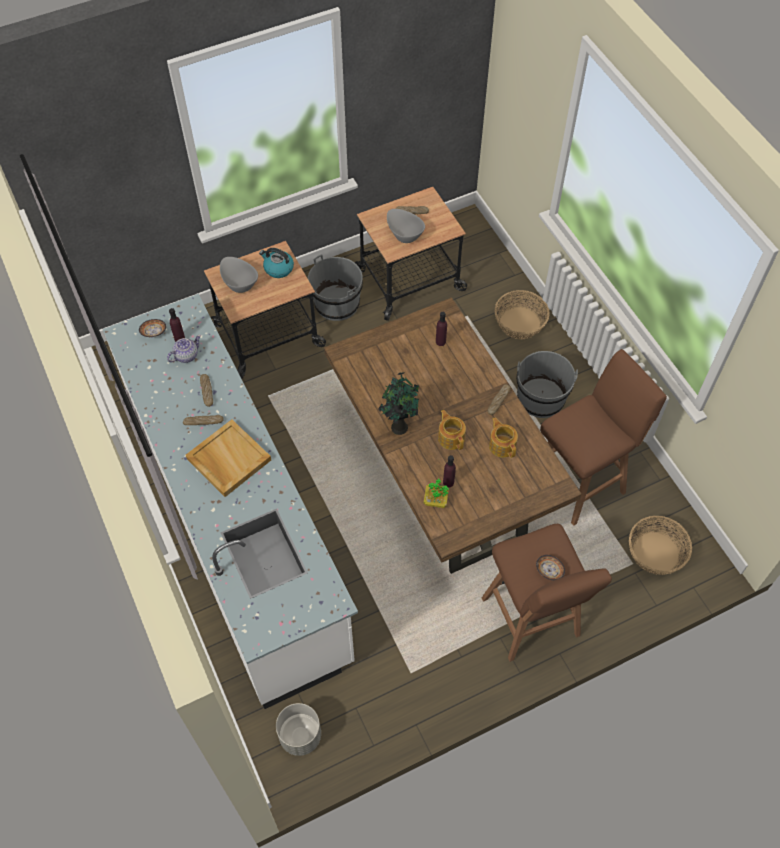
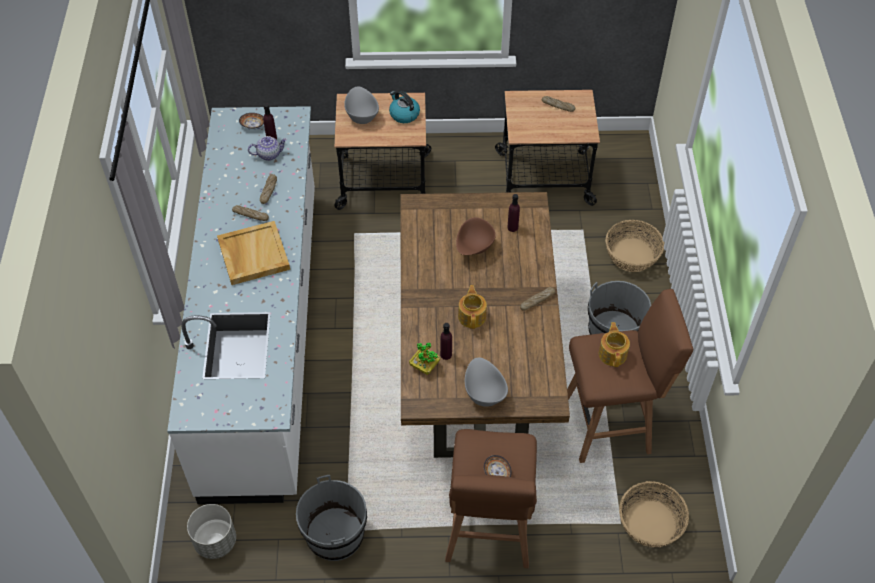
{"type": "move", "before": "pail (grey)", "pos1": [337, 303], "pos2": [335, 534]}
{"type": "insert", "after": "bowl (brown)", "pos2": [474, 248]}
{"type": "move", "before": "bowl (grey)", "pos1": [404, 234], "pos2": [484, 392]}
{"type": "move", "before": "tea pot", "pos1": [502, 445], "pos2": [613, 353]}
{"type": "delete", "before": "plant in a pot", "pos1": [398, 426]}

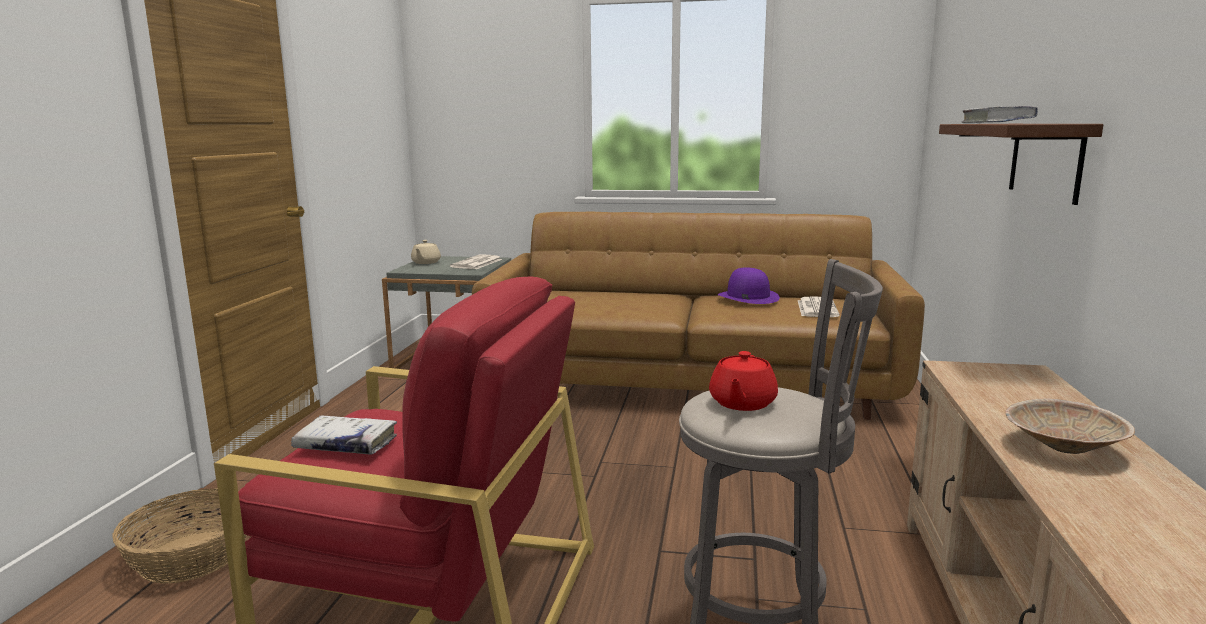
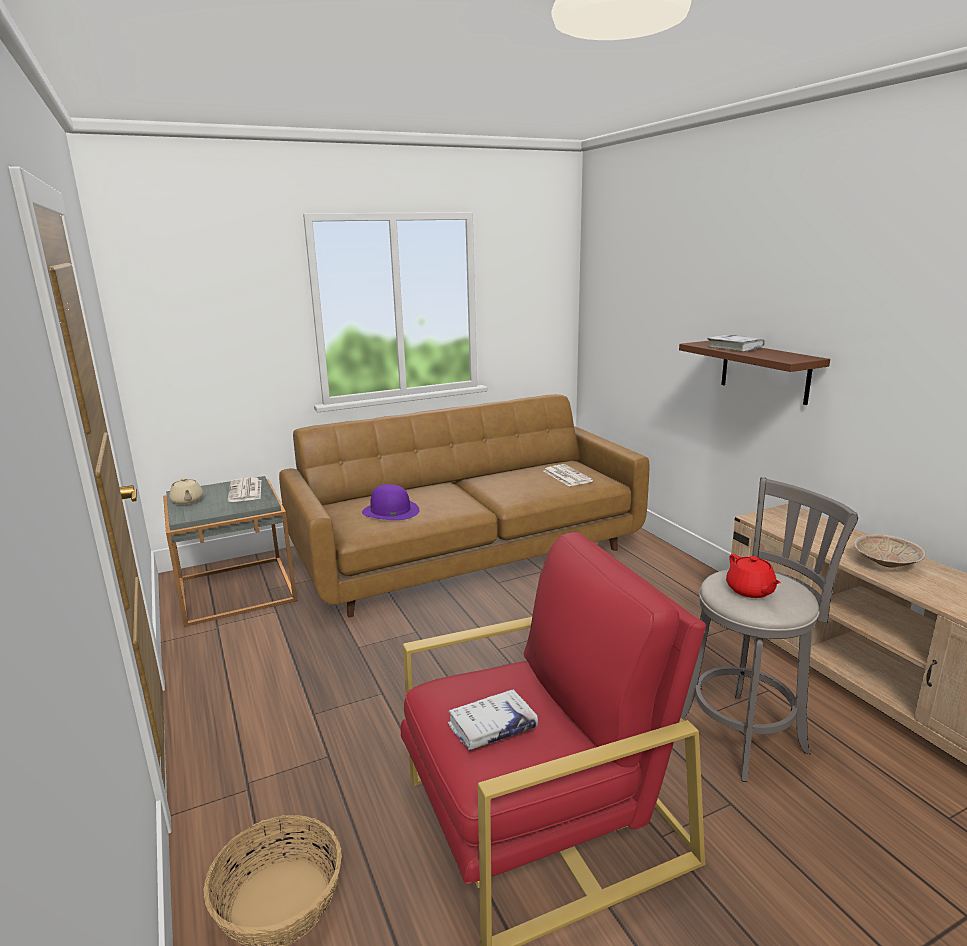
{"type": "move", "before": "hat (purple-coloured)", "pos1": [747, 297], "pos2": [390, 511]}

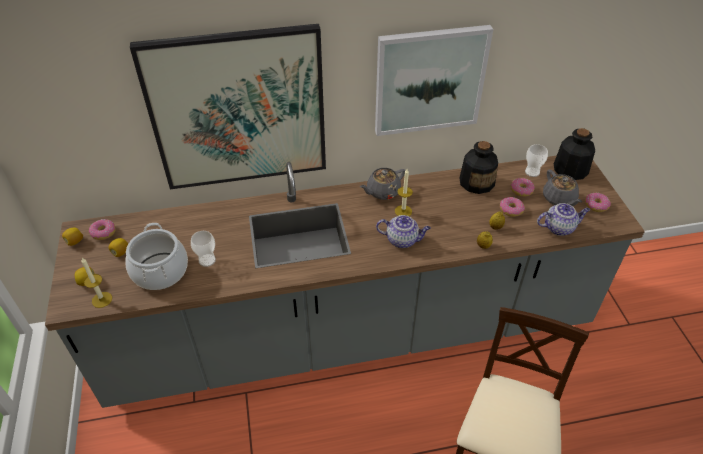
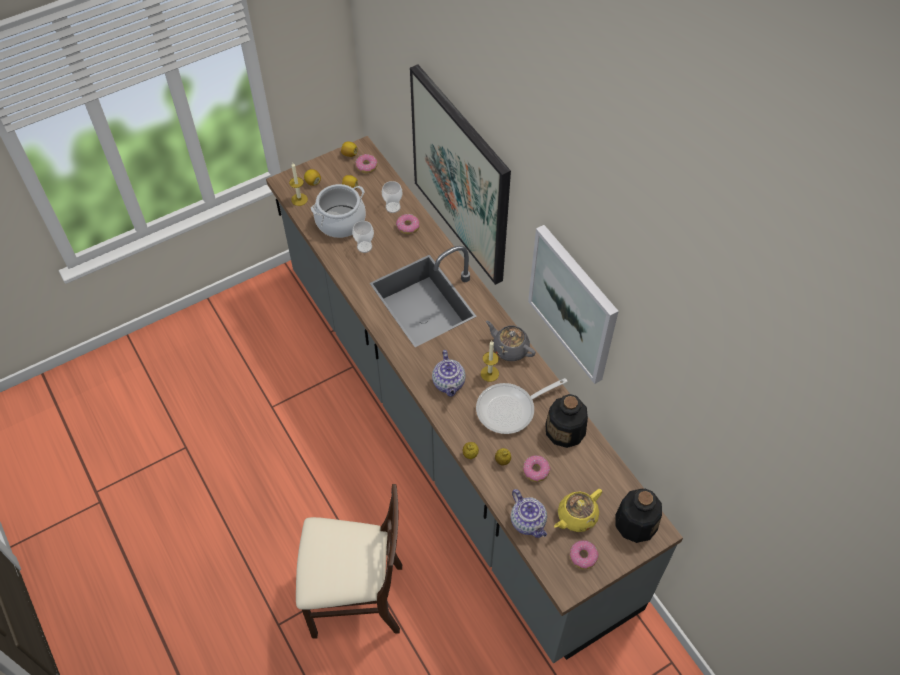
{"type": "move", "before": "cup", "pos1": [532, 172], "pos2": [393, 207]}
{"type": "move", "before": "doughnut", "pos1": [521, 190], "pos2": [408, 227]}
{"type": "insert", "after": "frying pan", "pos2": [511, 409]}
{"type": "recolor", "before": "tea pot (grey)", "after": "tea pot (yellow)", "pos1": [559, 199], "pos2": [576, 516]}

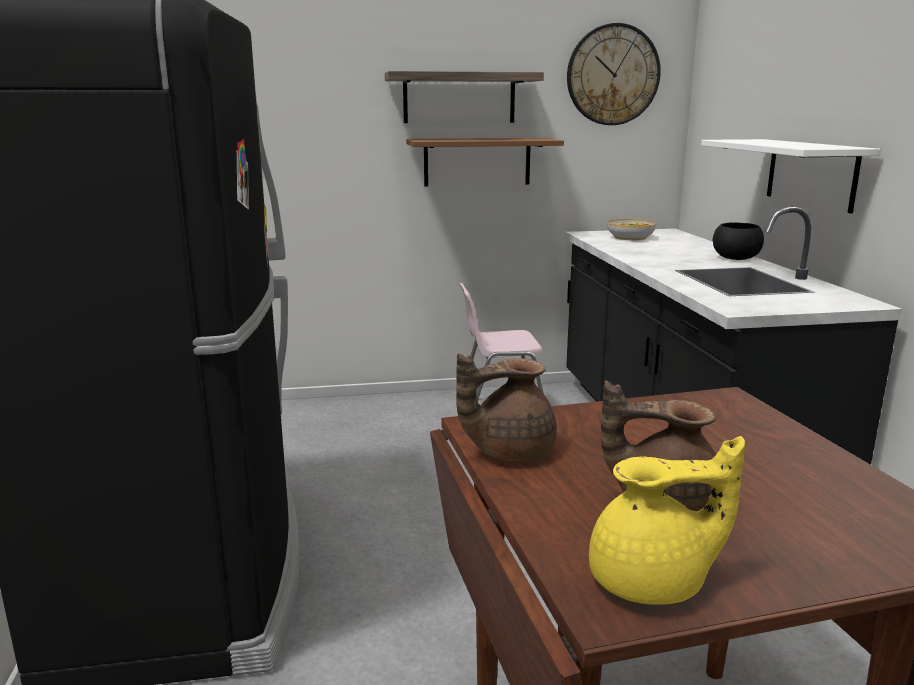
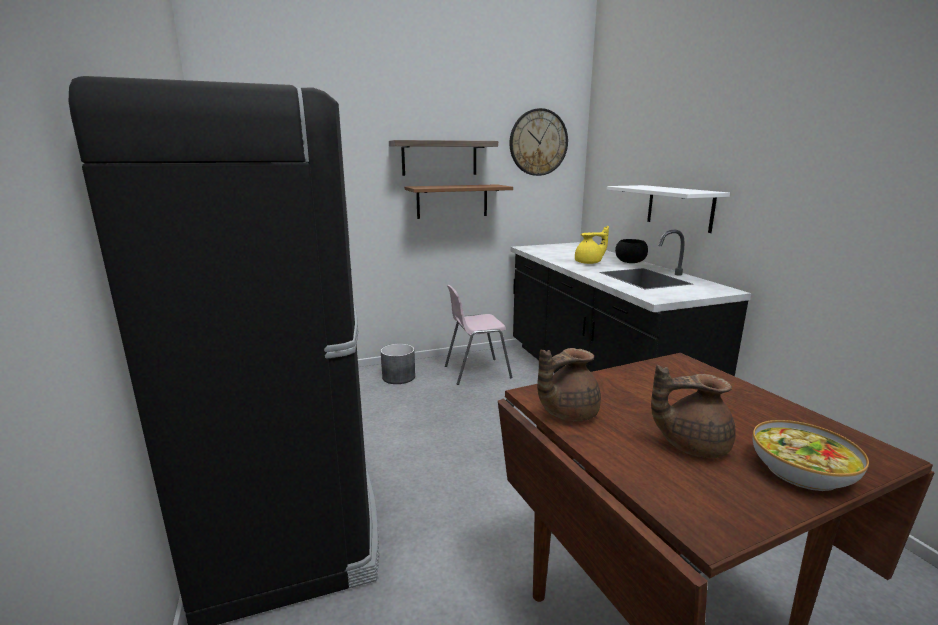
{"type": "insert", "after": "planter (grey)", "pos2": [398, 377]}
{"type": "move", "before": "tea pot (yellow)", "pos1": [653, 583], "pos2": [589, 263]}
{"type": "move", "before": "bowl", "pos1": [630, 237], "pos2": [802, 471]}

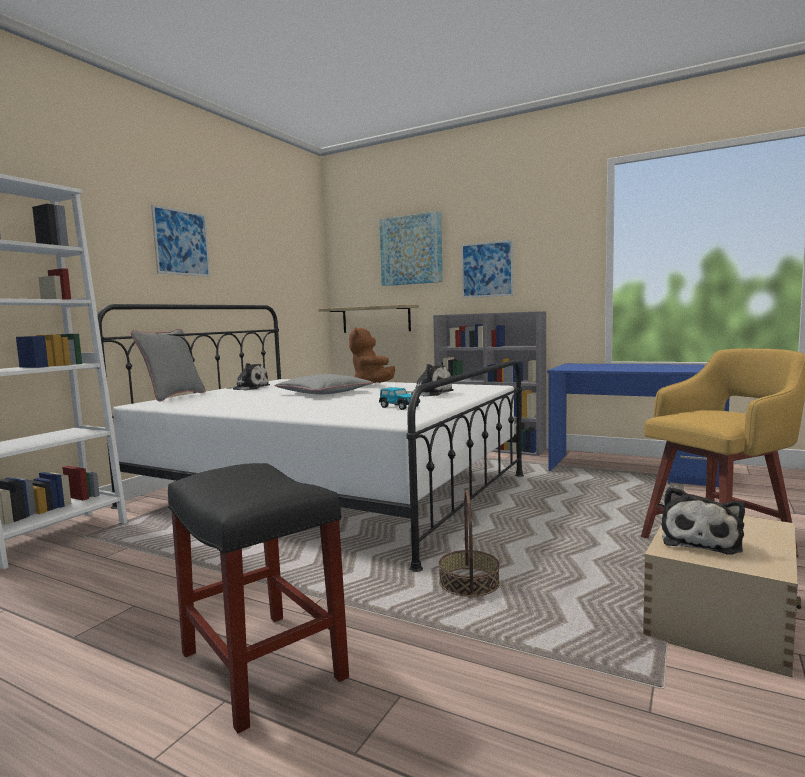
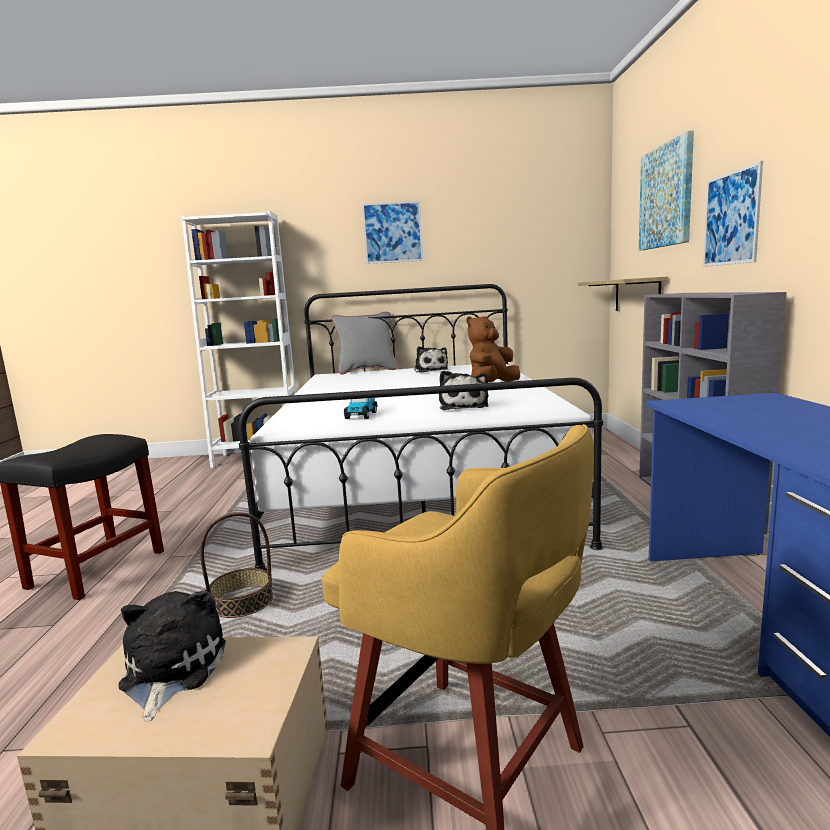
{"type": "rotate", "before": "soft toy", "pos1": [701, 540], "pos2": [170, 671], "turn": 90}
{"type": "delete", "before": "pillow (grey)", "pos1": [324, 393]}

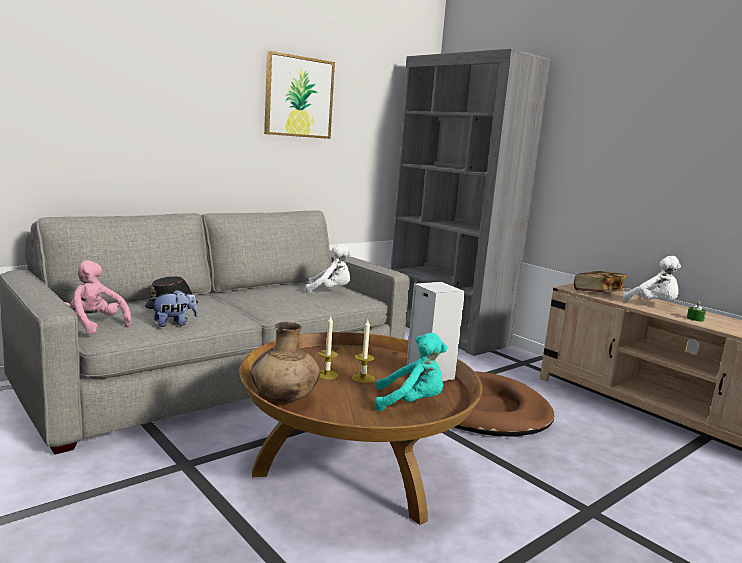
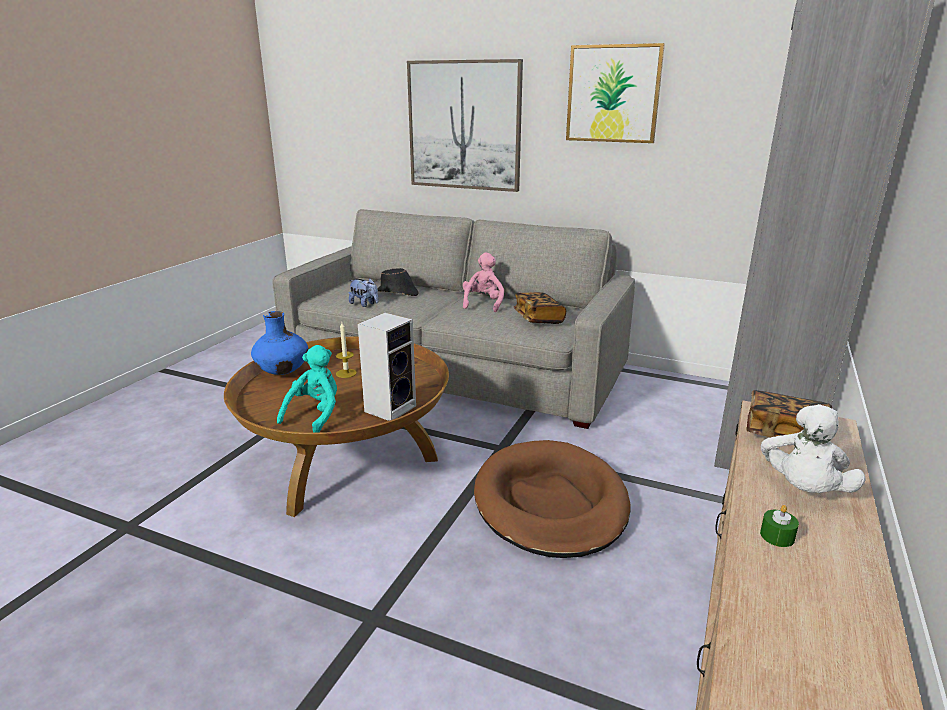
{"type": "recolor", "before": "vase (brown)", "after": "vase (bluish)", "pos1": [284, 398], "pos2": [283, 371]}
{"type": "rotate", "before": "soft toy (turquoise-coloured)", "pos1": [411, 403], "pos2": [315, 415], "turn": -135}
{"type": "insert", "after": "picture", "pos2": [464, 126]}
{"type": "move", "before": "soft toy (pinkish)", "pos1": [94, 325], "pos2": [483, 304]}
{"type": "replace", "before": "soft toy (white)", "after": "volume", "pos1": [330, 291], "pos2": [538, 318]}
{"type": "delete", "before": "candle", "pos1": [363, 378]}

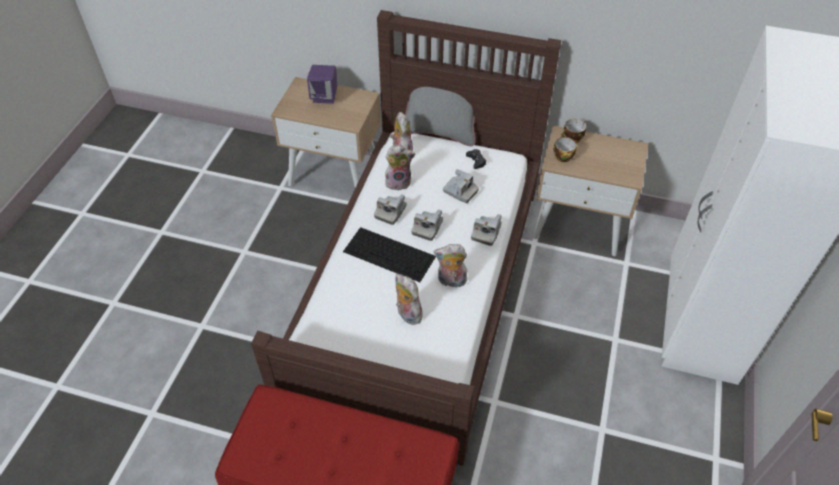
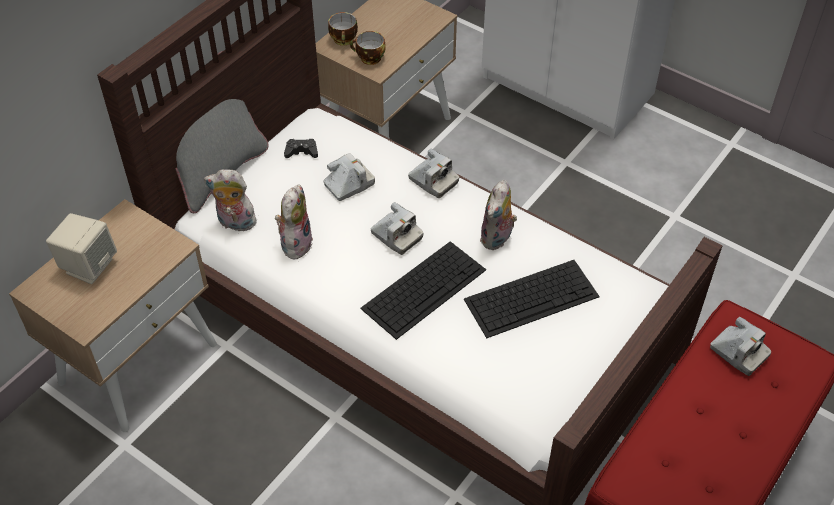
{"type": "recolor", "before": "speaker (purple-coloured)", "after": "speaker (beige-coloured)", "pos1": [324, 97], "pos2": [89, 266]}
{"type": "replace", "before": "soft toy", "after": "PC keyboard", "pos1": [407, 314], "pos2": [532, 297]}
{"type": "move", "before": "still camera", "pos1": [390, 212], "pos2": [738, 353]}

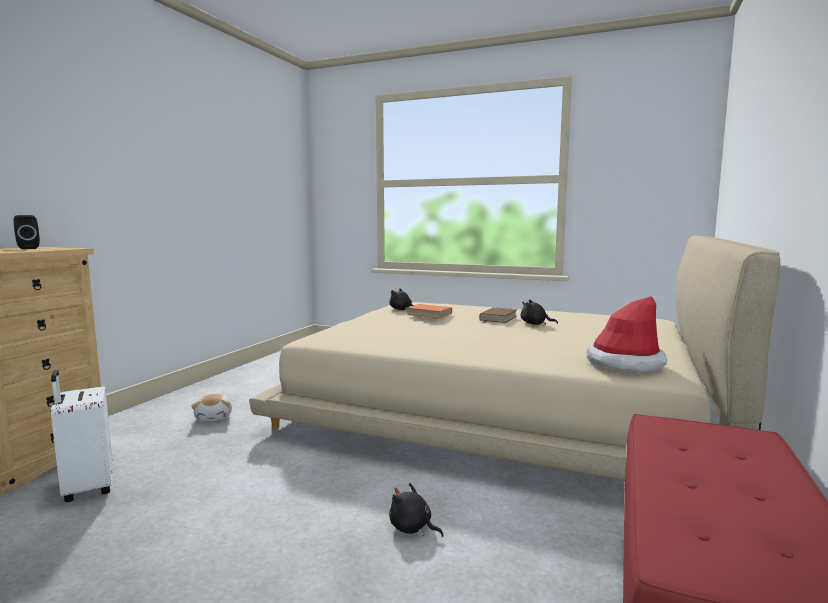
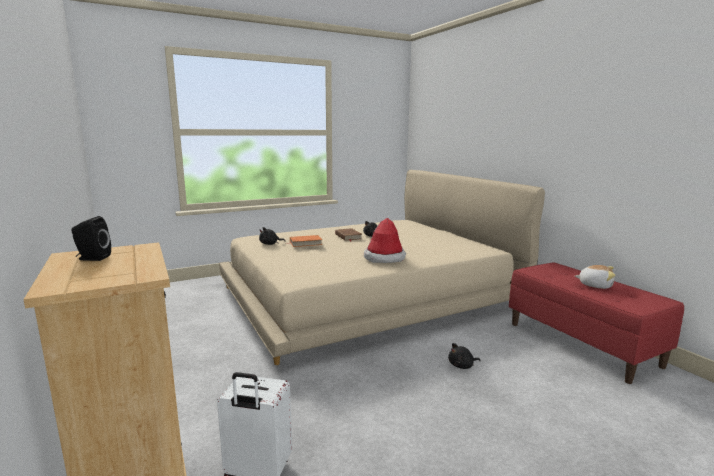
{"type": "move", "before": "hat", "pos1": [625, 363], "pos2": [384, 258]}
{"type": "move", "before": "soft toy", "pos1": [214, 417], "pos2": [595, 285]}

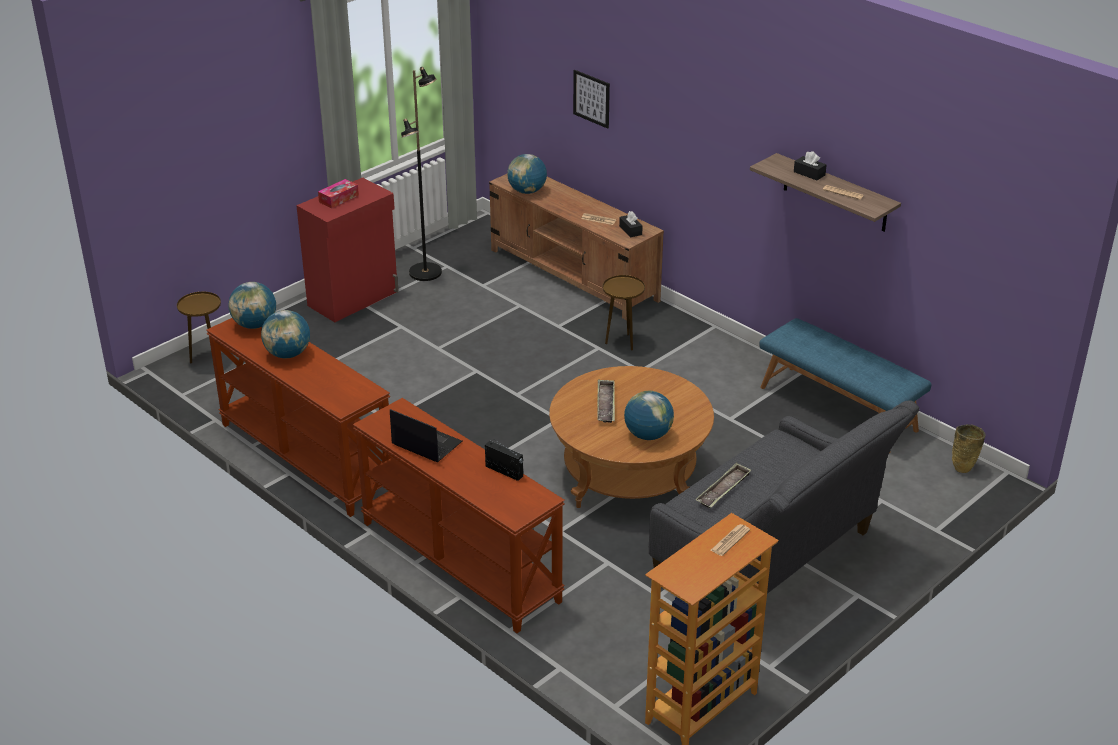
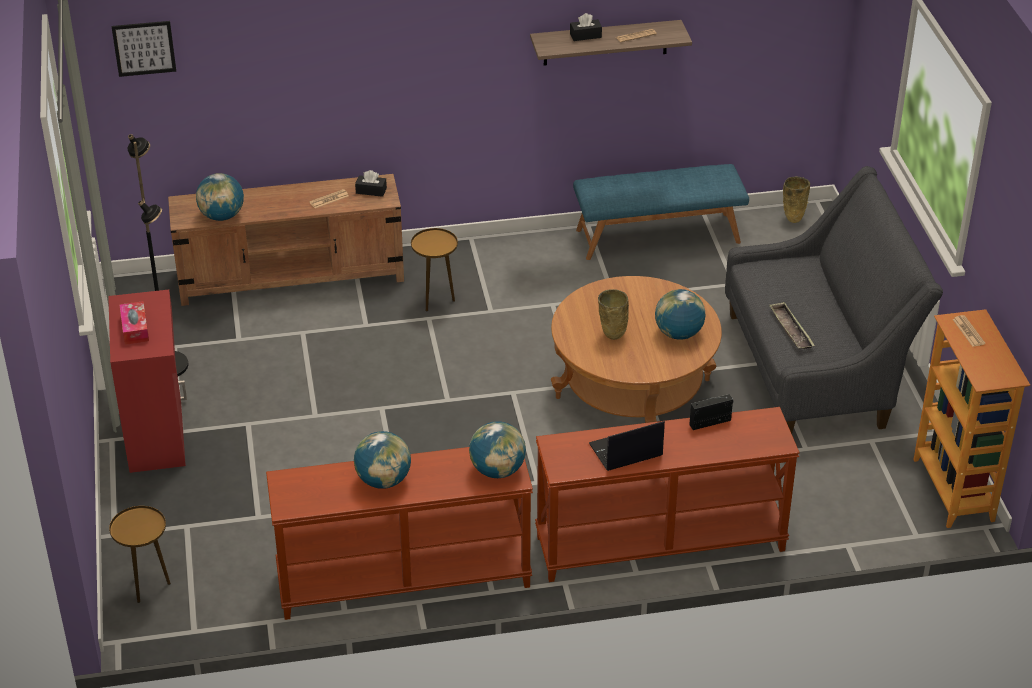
{"type": "move", "before": "picture", "pos1": [591, 98], "pos2": [144, 48]}
{"type": "move", "before": "world globe", "pos1": [255, 325], "pos2": [497, 470]}
{"type": "replace", "before": "carrying tray", "after": "vase (beige-coloured)", "pos1": [606, 404], "pos2": [611, 336]}

